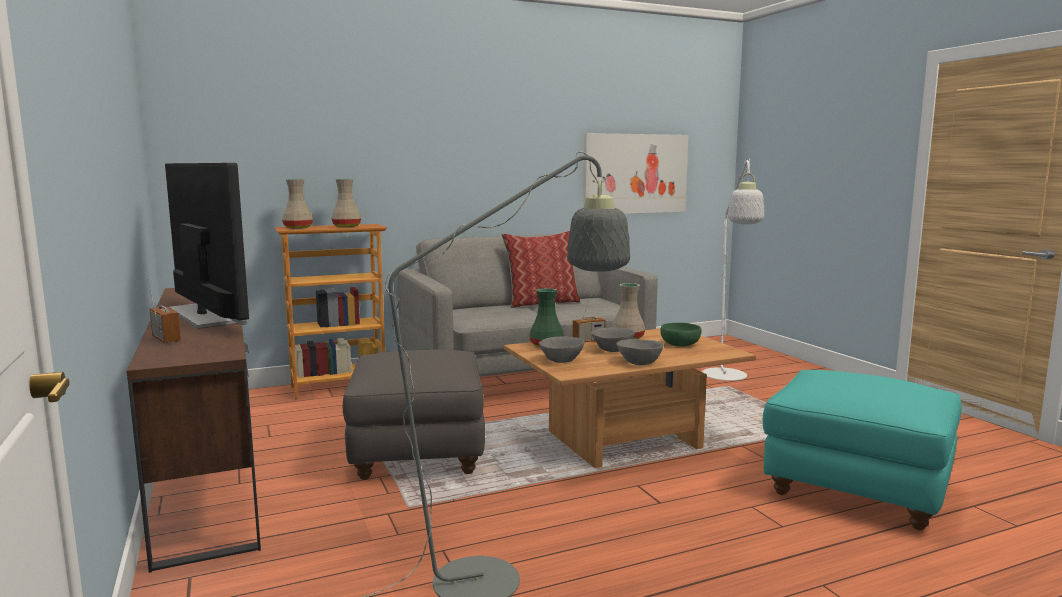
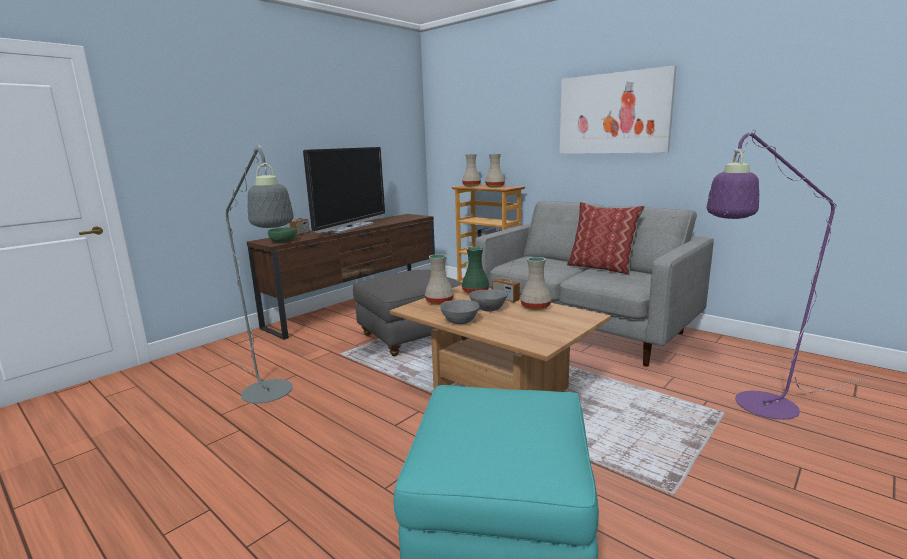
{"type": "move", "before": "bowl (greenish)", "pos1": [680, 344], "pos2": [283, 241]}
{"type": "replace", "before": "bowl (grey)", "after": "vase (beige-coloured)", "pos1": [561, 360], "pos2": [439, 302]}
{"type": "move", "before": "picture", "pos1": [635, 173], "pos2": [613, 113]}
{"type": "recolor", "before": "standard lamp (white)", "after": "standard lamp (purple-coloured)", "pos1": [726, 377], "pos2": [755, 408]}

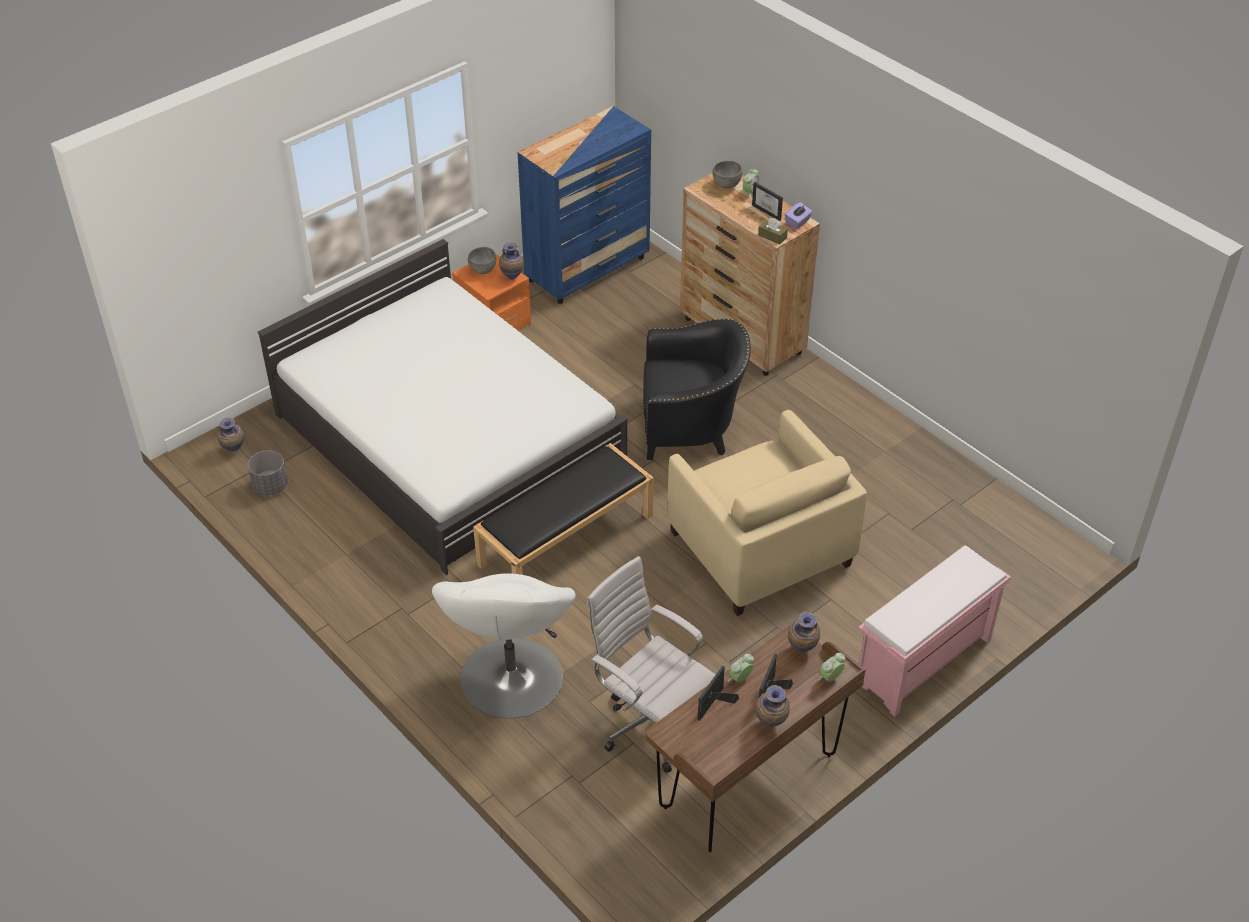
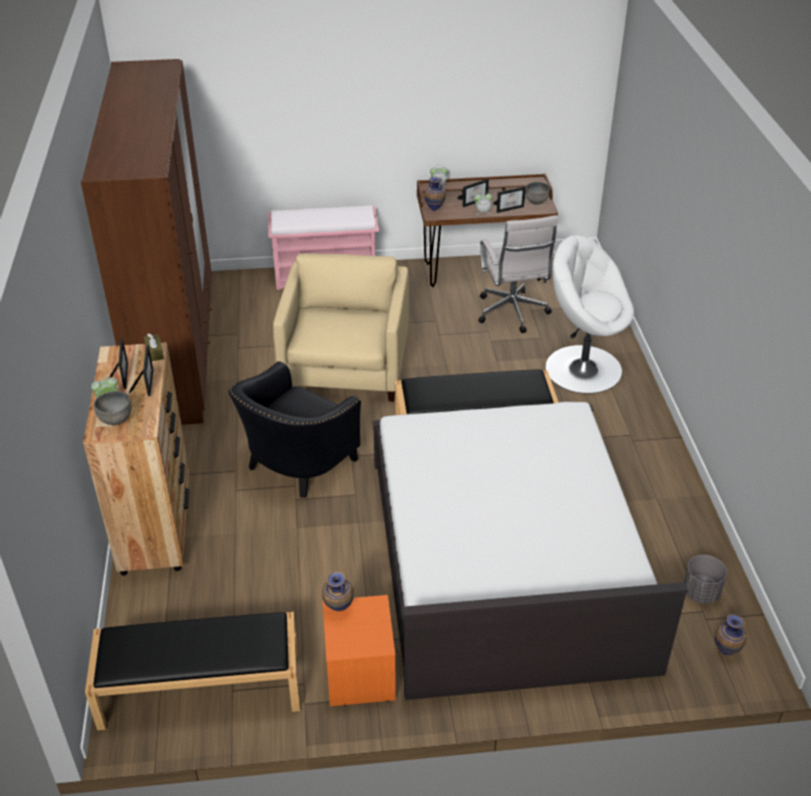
{"type": "insert", "after": "wardrobe (brown)", "pos2": [177, 349]}
{"type": "replace", "before": "chest of drawers (bluish)", "after": "long seat (black-coloured)", "pos1": [588, 269], "pos2": [199, 689]}
{"type": "insert", "after": "standing frame", "pos2": [146, 382]}
{"type": "rotate", "before": "easy chair (black-coloured)", "pos1": [691, 428], "pos2": [296, 465], "turn": -90}
{"type": "move", "before": "bowl (grey)", "pos1": [482, 270], "pos2": [536, 202]}
{"type": "rotate", "before": "easy chair (white)", "pos1": [510, 679], "pos2": [582, 368], "turn": -105}
{"type": "delete", "before": "vase", "pos1": [770, 724]}
{"type": "delete", "before": "tissue box (purple-coloured)", "pos1": [798, 222]}

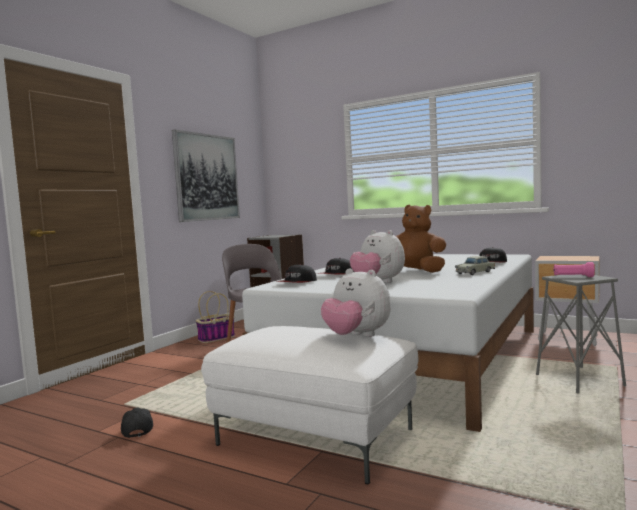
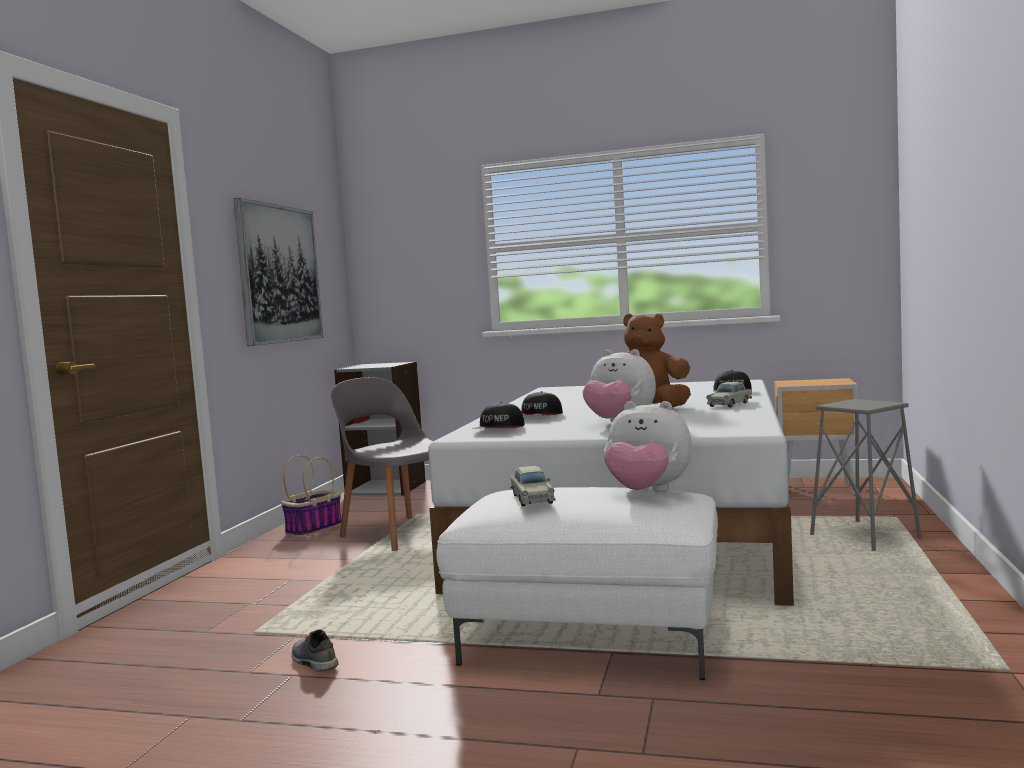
{"type": "replace", "before": "cap (black-coloured)", "after": "low shoe (grey)", "pos1": [137, 429], "pos2": [313, 662]}
{"type": "insert", "after": "miniature car (beige-coloured)", "pos2": [532, 498]}
{"type": "delete", "before": "hand torch (pinkish)", "pos1": [573, 277]}

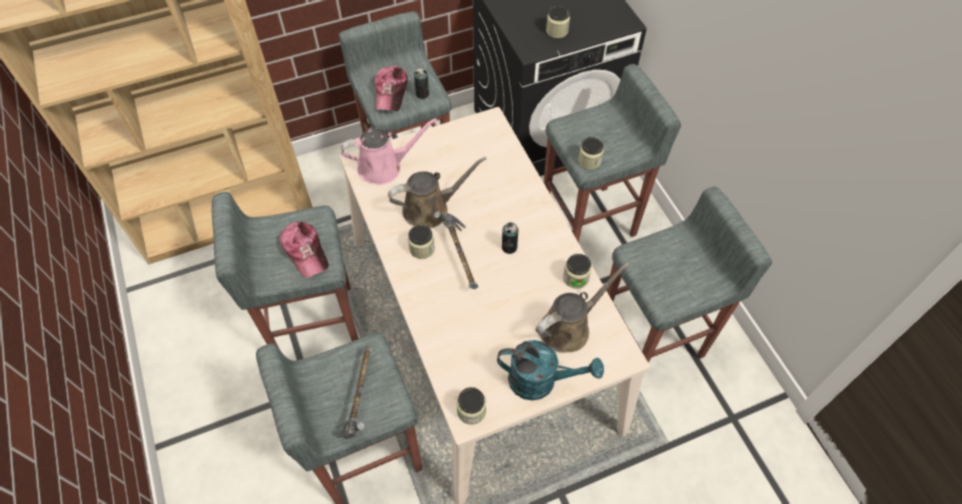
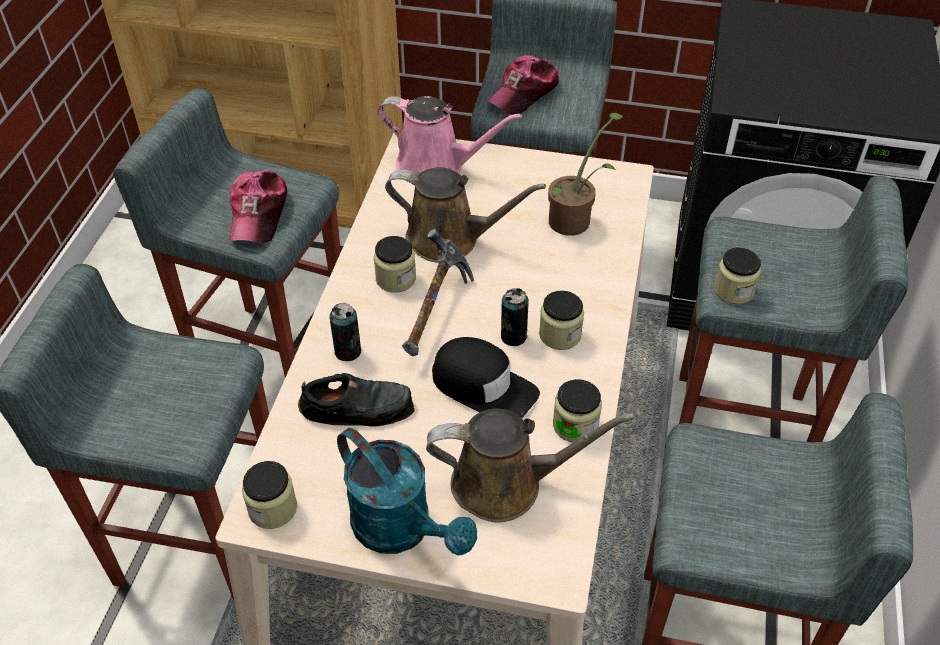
{"type": "insert", "after": "low shoe (black-coloured)", "pos2": [358, 407]}
{"type": "move", "before": "can", "pos1": [422, 94], "pos2": [347, 351]}
{"type": "insert", "after": "cap (black-coloured)", "pos2": [483, 387]}
{"type": "move", "before": "storage jar", "pos1": [557, 31], "pos2": [560, 335]}
{"type": "insert", "after": "plant in a pot", "pos2": [575, 219]}
{"type": "delete", "before": "tool hammer", "pos1": [360, 401]}

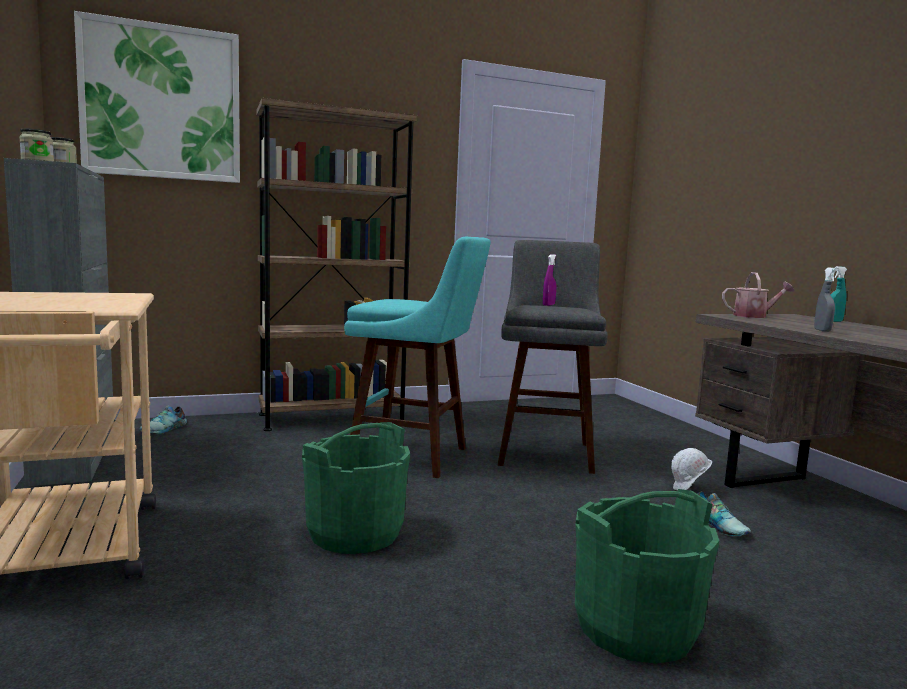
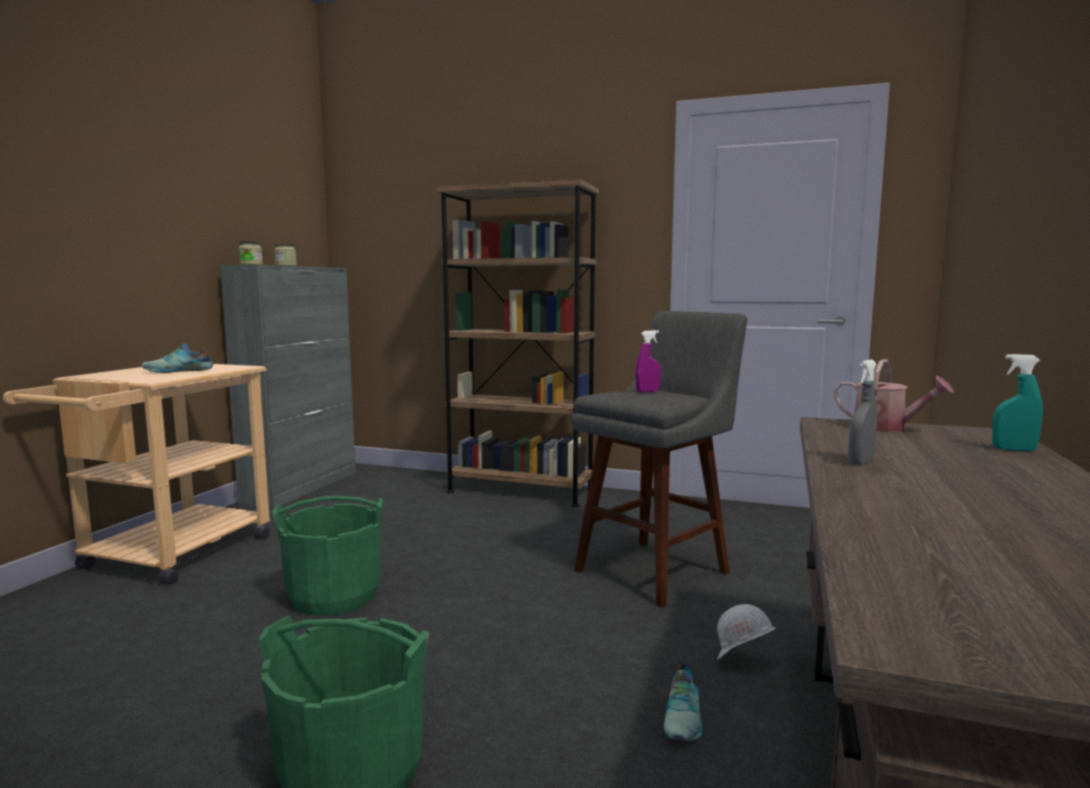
{"type": "move", "before": "low shoe", "pos1": [165, 429], "pos2": [178, 371]}
{"type": "delete", "before": "picture", "pos1": [162, 102]}
{"type": "delete", "before": "sitting stool (turquoise-coloured)", "pos1": [415, 457]}

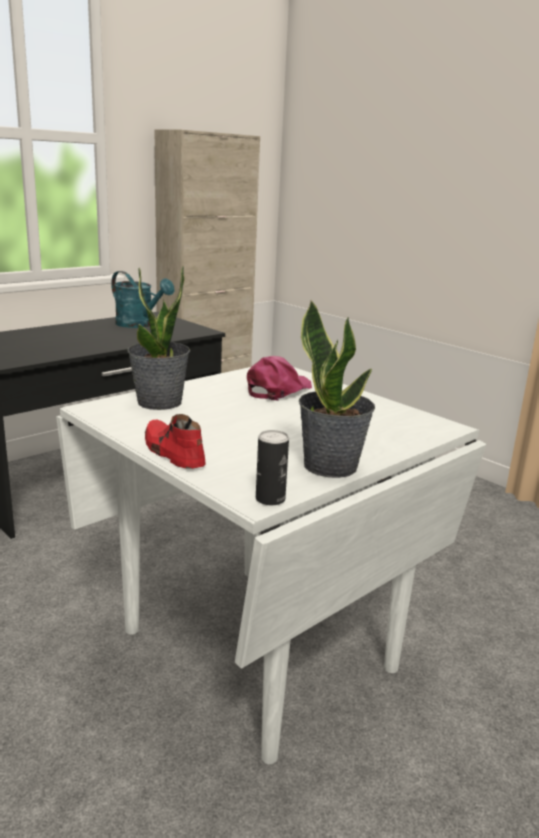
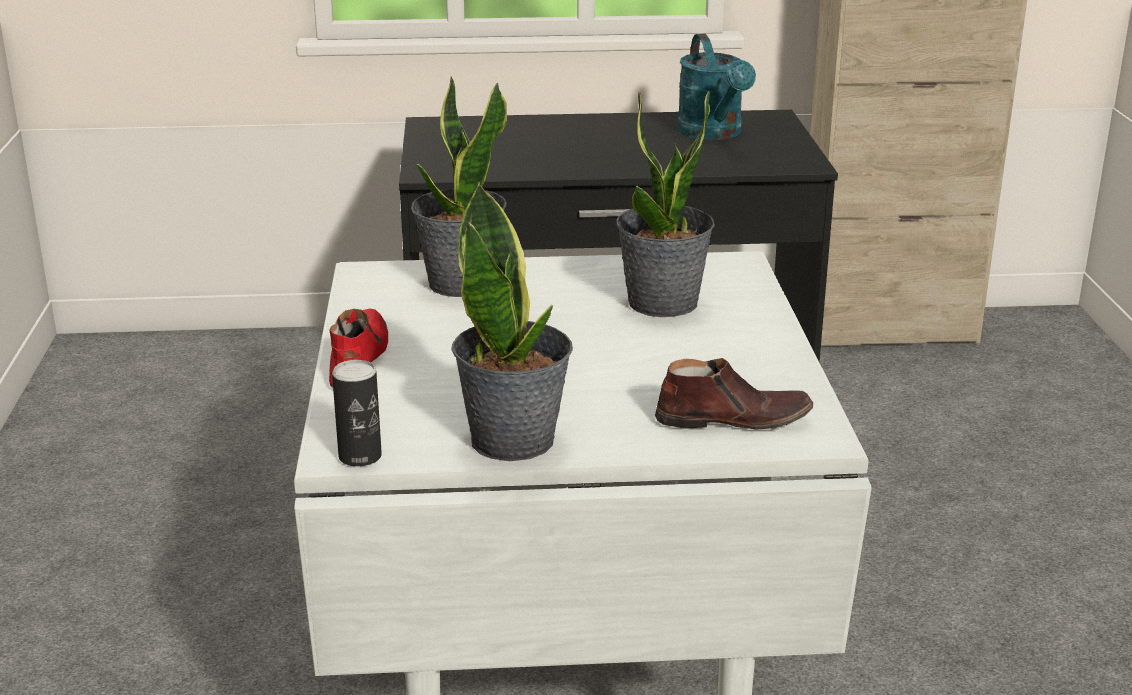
{"type": "replace", "before": "cap (pinkish)", "after": "plant in a pot", "pos1": [278, 390], "pos2": [663, 303]}
{"type": "insert", "after": "low shoe (brown)", "pos2": [733, 419]}

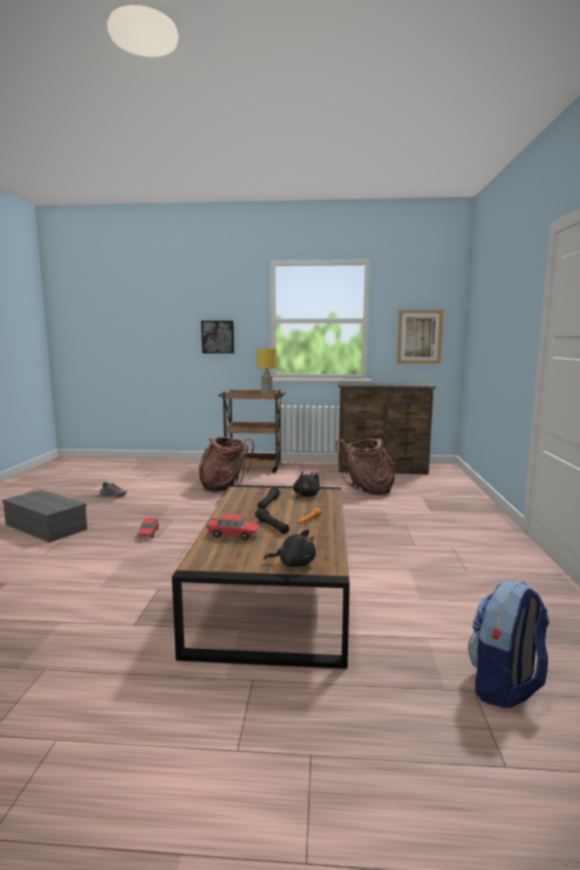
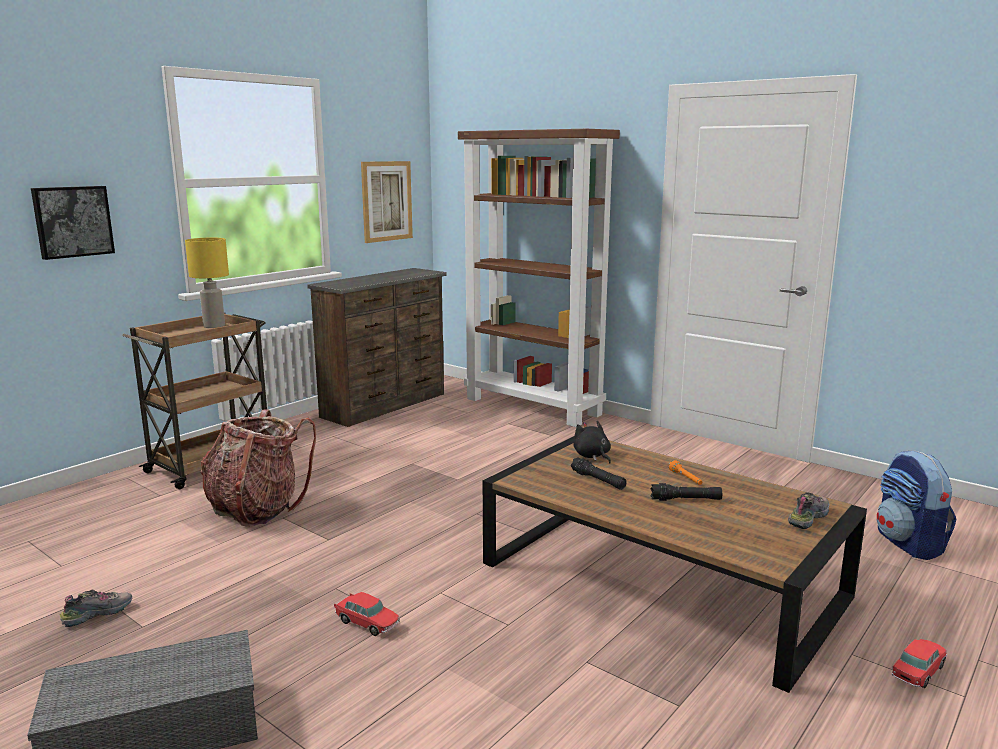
{"type": "insert", "after": "bookshelf (brown)", "pos2": [534, 406]}
{"type": "replace", "before": "soft toy (black-coloured)", "after": "low shoe", "pos1": [294, 563], "pos2": [807, 517]}
{"type": "move", "before": "miniature car", "pos1": [233, 535], "pos2": [918, 671]}
{"type": "delete", "before": "rucksack", "pos1": [367, 490]}

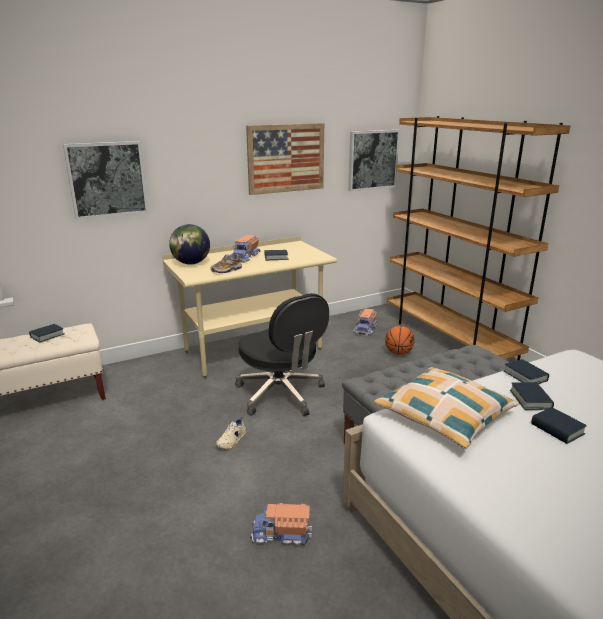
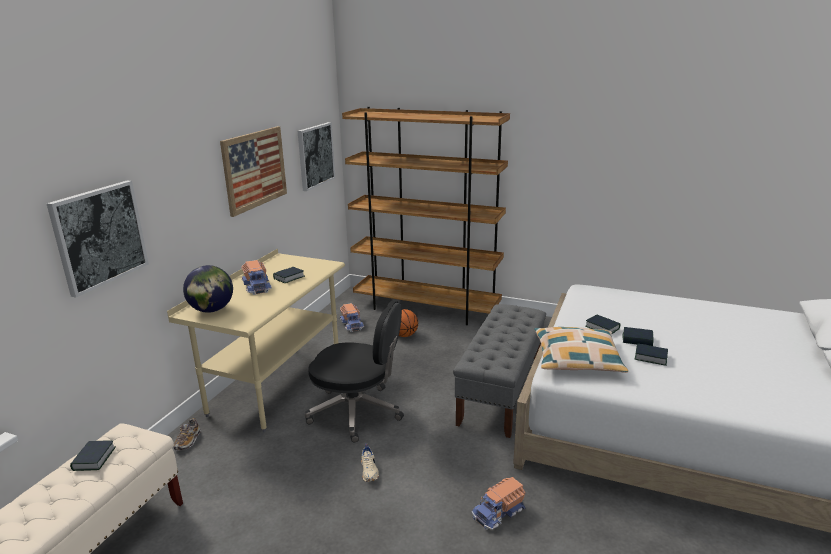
{"type": "move", "before": "low shoe", "pos1": [226, 270], "pos2": [188, 441]}
{"type": "move", "before": "volume", "pos1": [525, 376], "pos2": [650, 357]}

